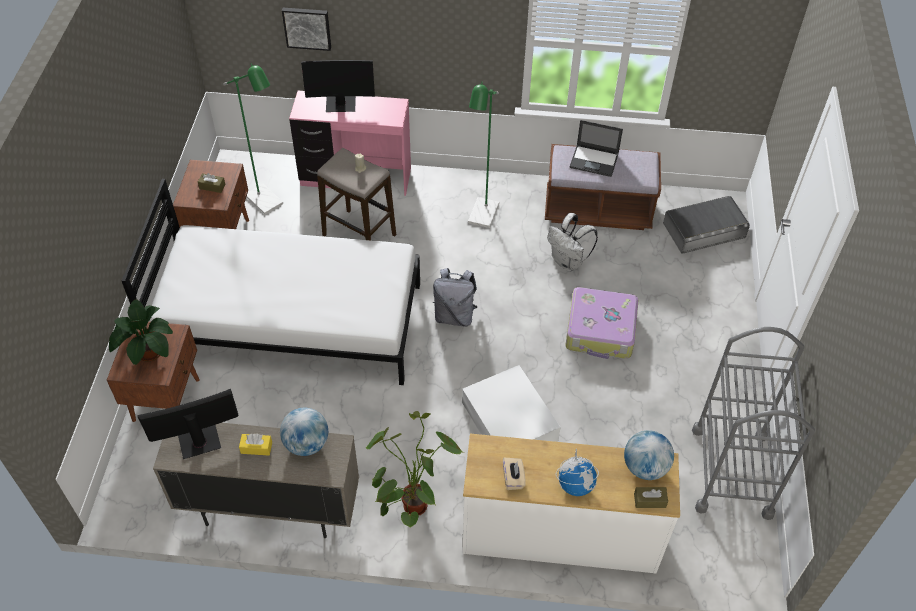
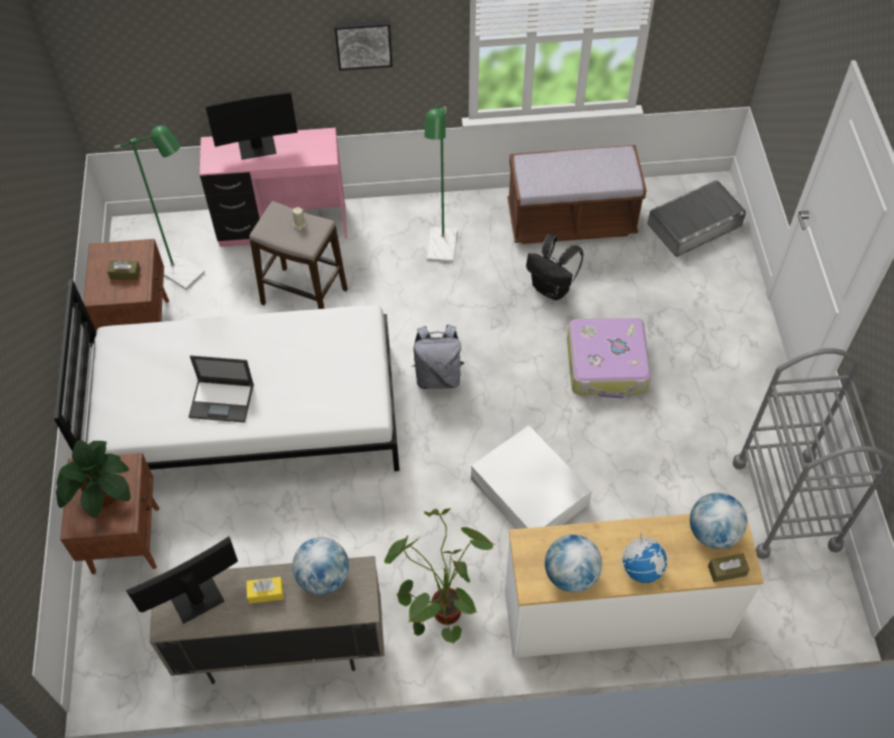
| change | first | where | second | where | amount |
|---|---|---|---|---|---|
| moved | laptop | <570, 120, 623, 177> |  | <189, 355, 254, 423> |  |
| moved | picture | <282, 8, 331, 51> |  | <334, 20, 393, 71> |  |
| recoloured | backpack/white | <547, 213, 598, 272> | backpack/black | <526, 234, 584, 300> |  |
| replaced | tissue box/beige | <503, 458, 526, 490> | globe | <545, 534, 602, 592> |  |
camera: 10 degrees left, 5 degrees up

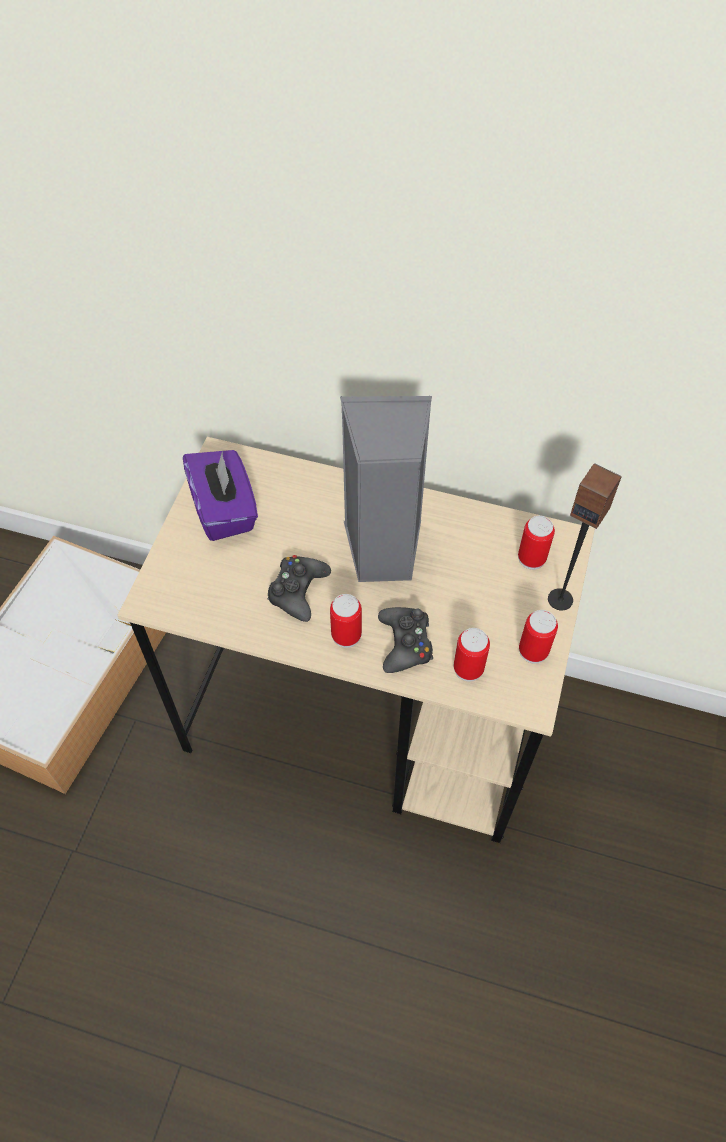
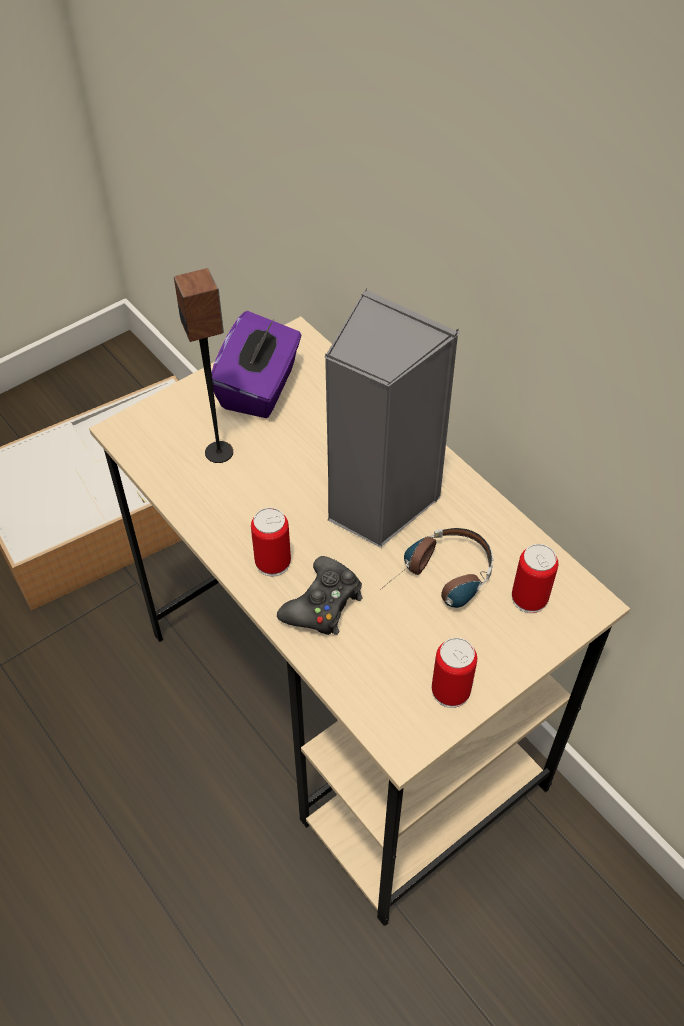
| change | first | where | second | where | amount |
|---|---|---|---|---|---|
| moved | speaker | <548, 463, 622, 611> |  | <174, 268, 233, 463> |  |
| added |  |  | headphones | <380, 528, 493, 608> |  |
| removed | game controller/black | <268, 555, 331, 622> |  |  |  |
| removed | can | <454, 628, 490, 682> |  |  |  |
camera: 35 degrees right, 5 degrees down

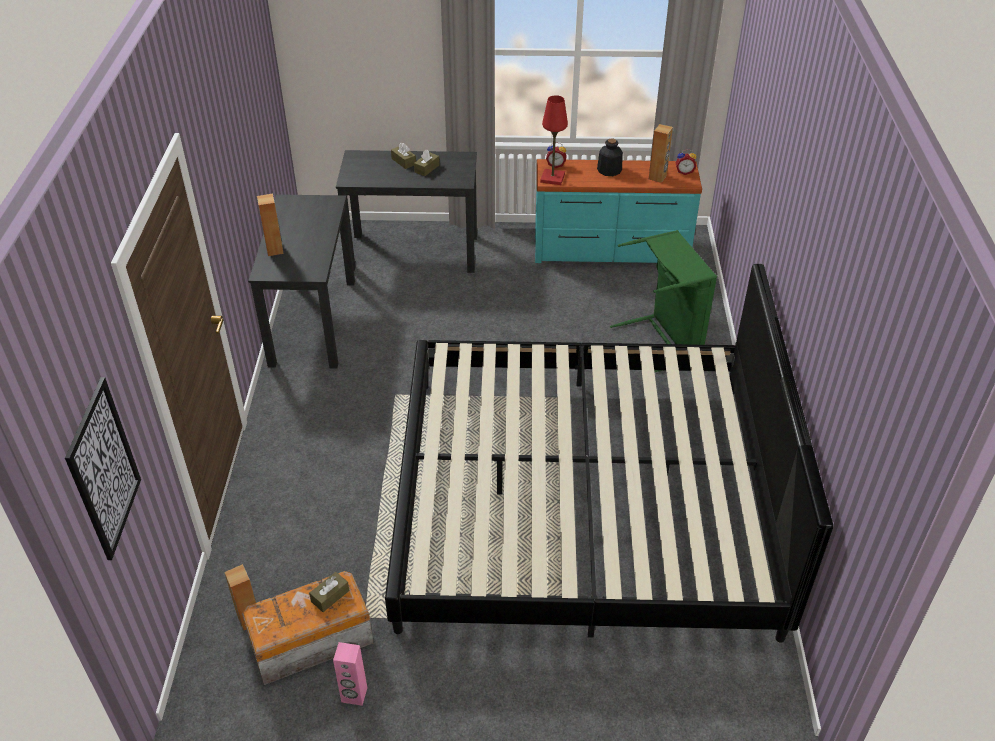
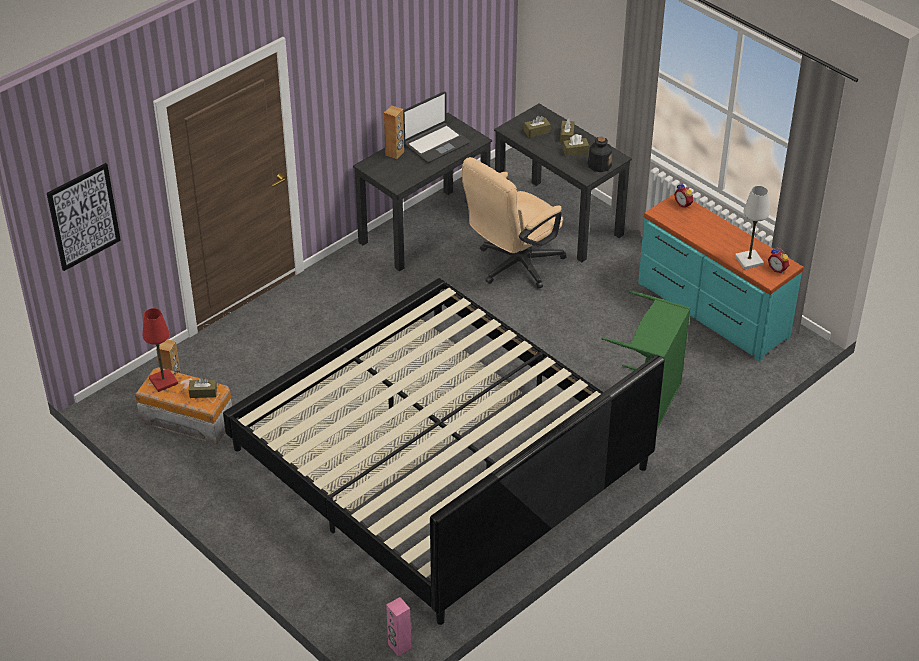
| change | first | where | second | where | amount |
|---|---|---|---|---|---|
| moved | table lamp/red | <540, 95, 568, 185> |  | <143, 308, 178, 392> |  |
| moved | speaker/pink | <333, 642, 367, 706> |  | <386, 597, 412, 656> |  |
| added |  |  | laptop | <403, 92, 470, 163> |  |
| added |  |  | office chair/beige | <462, 157, 567, 289> |  |
| added |  |  | tissue box/brown | <524, 116, 551, 138> |  |
| moved | bottle | <597, 139, 623, 176> |  | <588, 137, 612, 172> |  |
| replaced | speaker/brown | <649, 124, 673, 183> | table lamp/white | <735, 186, 770, 269> |  |
camera: 45 degrees right, 0 degrees up

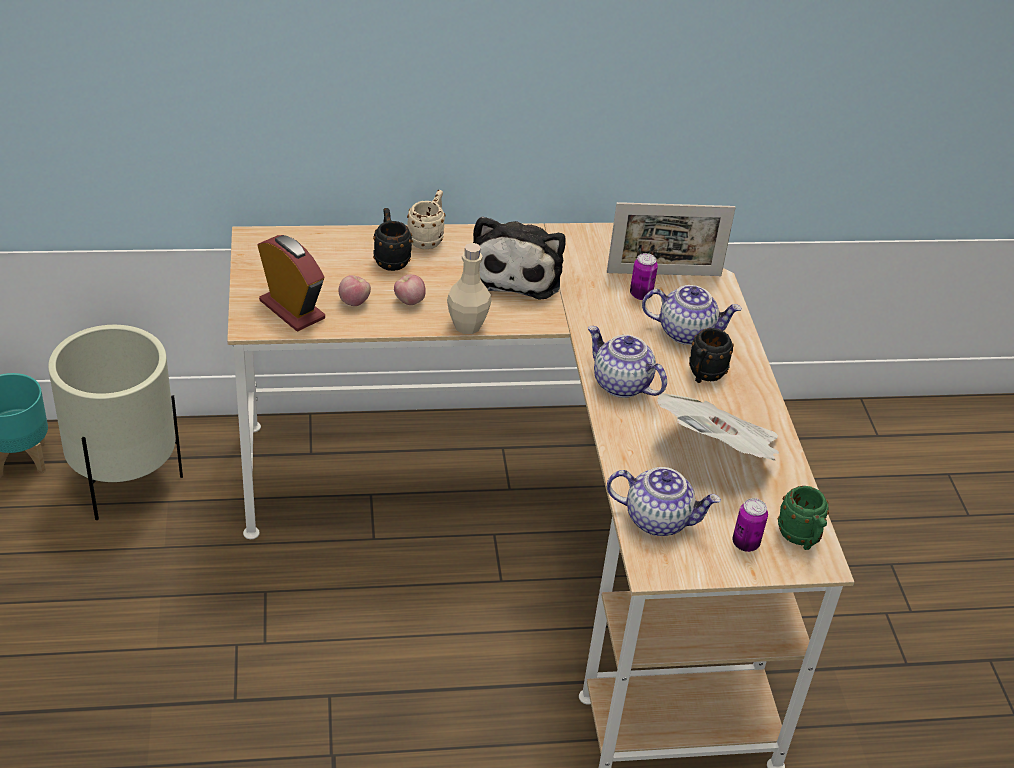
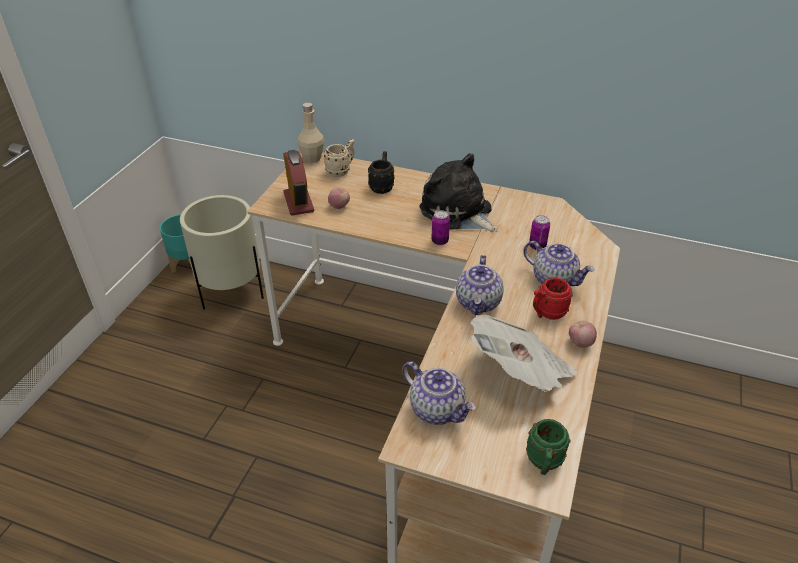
| change | first | where | second | where | amount |
|---|---|---|---|---|---|
| moved | bottle/beige | <447, 243, 492, 334> |  | <297, 103, 324, 163> |  |
| moved | mug/beige | <407, 190, 446, 249> |  | <324, 139, 354, 177> |  |
| turned | plush toy | <473, 216, 566, 300> |  | <419, 153, 498, 232> | 105 degrees clockwise |
| moved | can | <732, 498, 768, 552> |  | <431, 210, 450, 245> |  |
| turned | teapot | <588, 326, 667, 398> |  | <456, 255, 504, 315> | 150 degrees counterclockwise |
| recoloured | mug/black | <689, 328, 734, 383> | mug/red | <533, 278, 573, 320> |  |
| moved | apple | <394, 274, 426, 305> |  | <569, 321, 597, 348> |  |
| removed | picture frame | <607, 202, 736, 276> |  |  |  |
camera: 30 degrees right, 0 degrees up

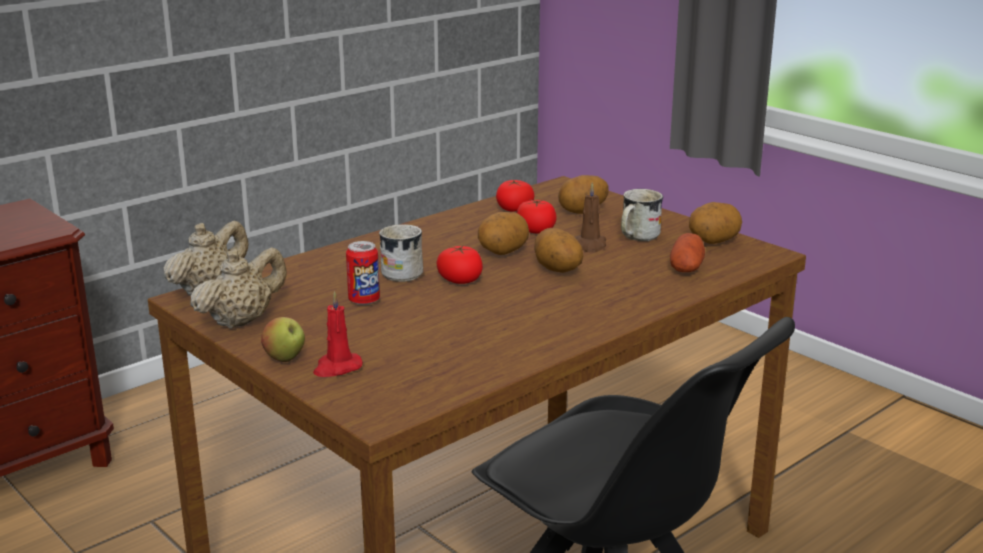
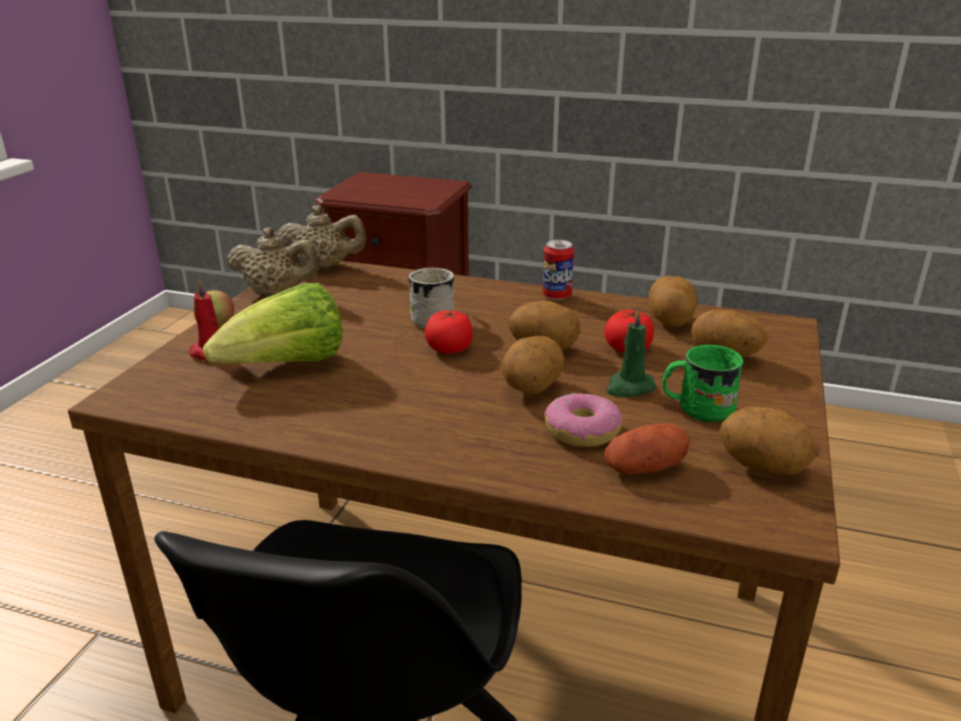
| change | first | where | second | where | amount |
|---|---|---|---|---|---|
| added |  |  | lettuce | <203, 283, 343, 363> |  |
| moved | can | <346, 241, 380, 305> |  | <542, 240, 574, 300> |  |
| added |  |  | donut | <544, 393, 623, 447> |  |
| recoloured | candle/brown | <575, 183, 606, 253> | candle/green | <606, 309, 656, 397> |  |
| replaced | tomato | <496, 180, 534, 212> | potato | <649, 276, 698, 327> |  |
| recoloured | mug/white | <621, 189, 663, 242> | mug/green | <662, 345, 744, 422> |  |
camera: 60 degrees right, 5 degrees up

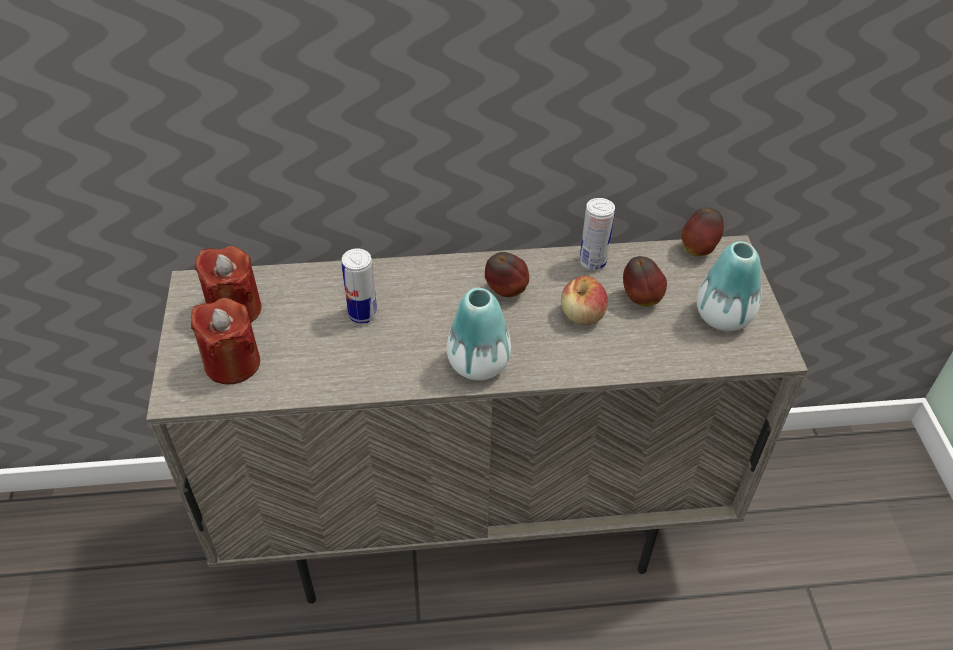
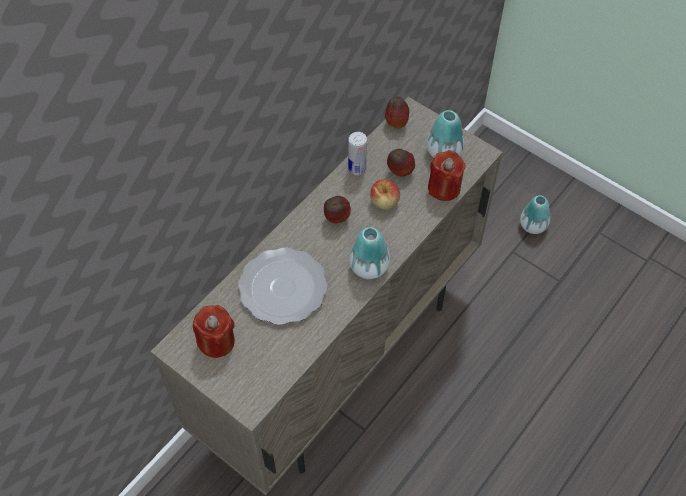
| change | first | where | second | where | amount |
|---|---|---|---|---|---|
| replaced | can | <341, 248, 377, 324> | plate | <238, 247, 327, 325> |  |
| moved | candle/red | <191, 298, 260, 384> |  | <428, 150, 466, 201> |  |
| added |  |  | vase | <520, 195, 550, 234> |  |
camera: 45 degrees left, 10 degrees up

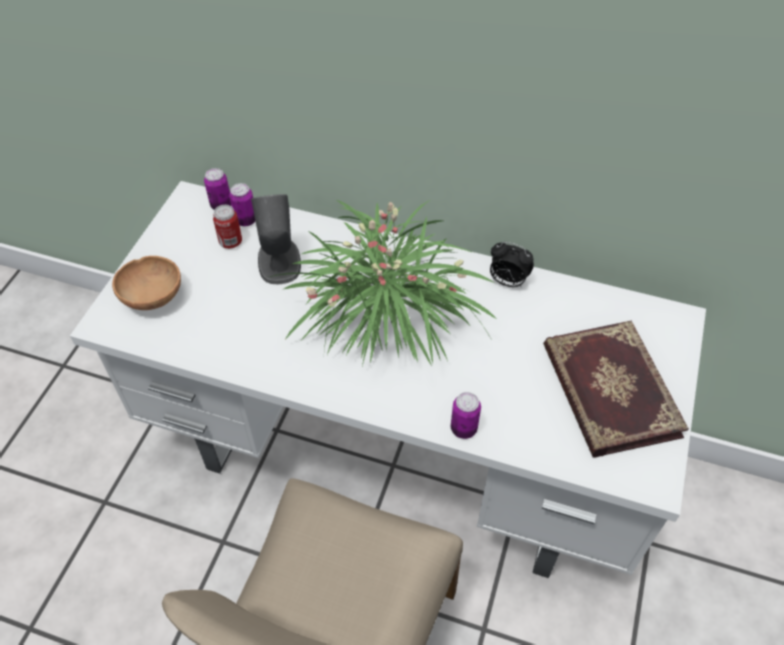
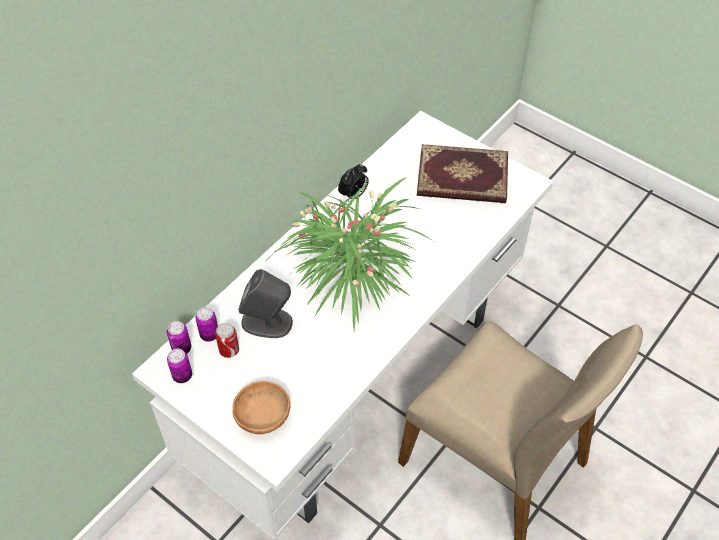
| change | first | where | second | where | amount |
|---|---|---|---|---|---|
| moved | can | <451, 392, 481, 439> |  | <167, 349, 192, 383> |  |
camera: 70 degrees left, 0 degrees up

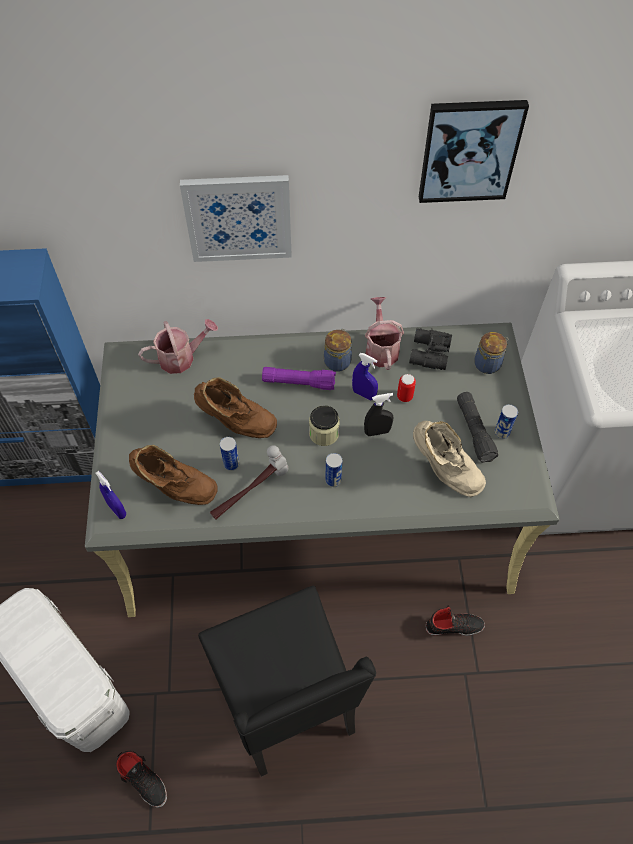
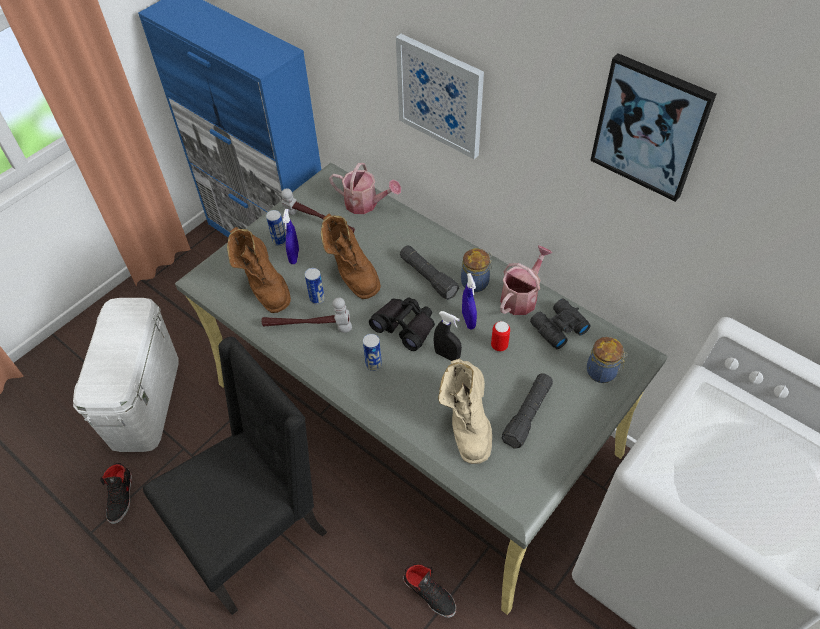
| change | first | where | second | where | amount |
|---|---|---|---|---|---|
| turned | chair/black | <198, 586, 376, 777> |  | <143, 337, 327, 615> | 150 degrees counterclockwise |
| moved | can | <495, 404, 518, 439> |  | <266, 210, 286, 246> |  |
| added |  |  | hammer | <281, 188, 355, 233> |  |
| moved | spray bottle/blue | <96, 471, 126, 519> |  | <283, 209, 299, 264> |  |
| replaced | jar | <309, 406, 340, 446> | binoculars/black | <369, 298, 435, 351> |  |
| recoloured | flashlight/purple | <262, 367, 336, 390> | flashlight/black | <400, 246, 459, 300> |  |
camera: 45 degrees right, 5 degrees down

